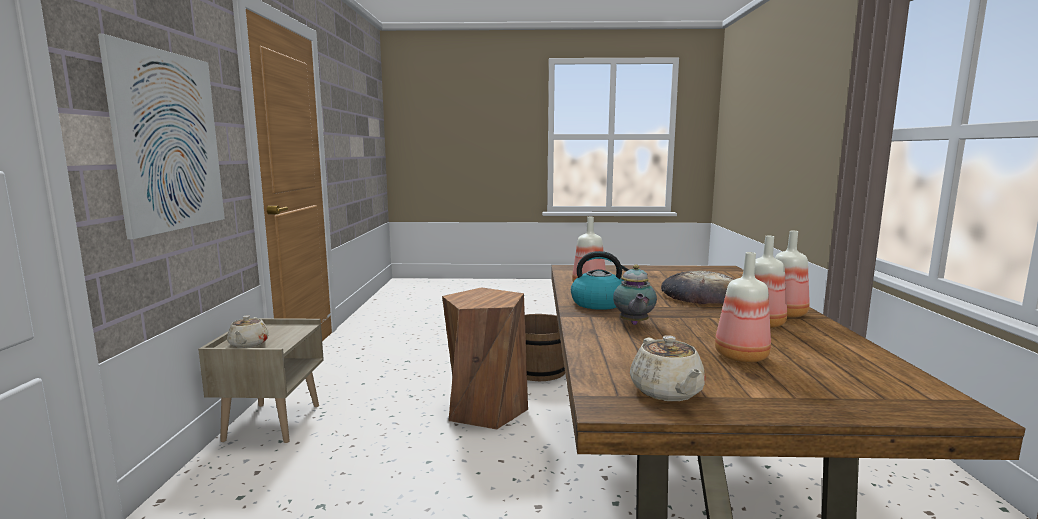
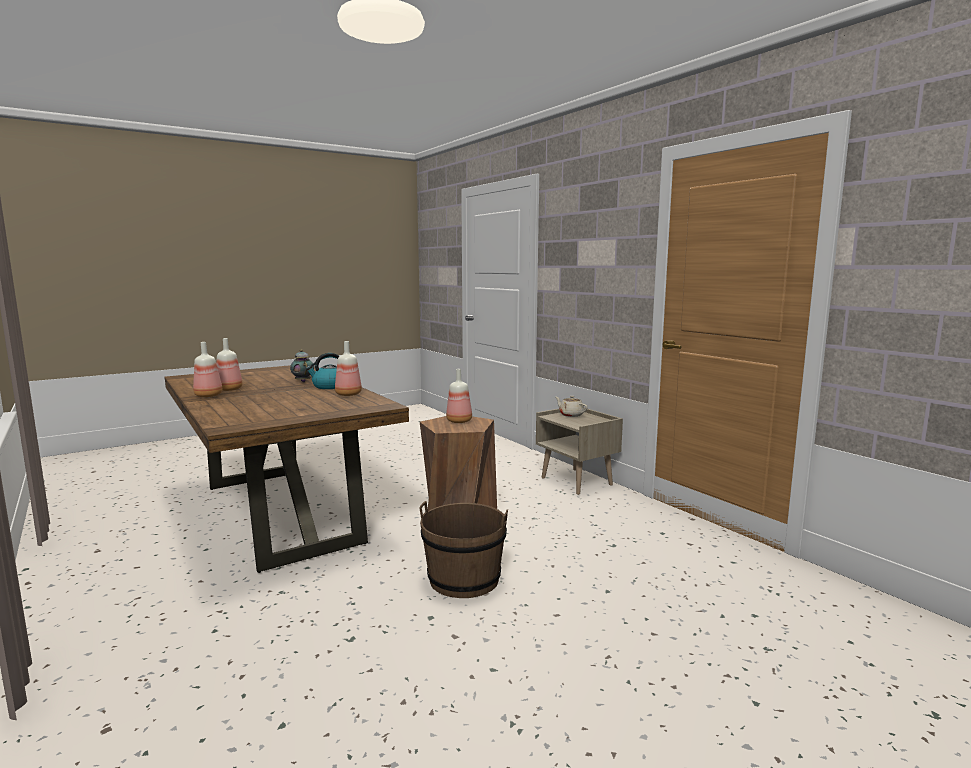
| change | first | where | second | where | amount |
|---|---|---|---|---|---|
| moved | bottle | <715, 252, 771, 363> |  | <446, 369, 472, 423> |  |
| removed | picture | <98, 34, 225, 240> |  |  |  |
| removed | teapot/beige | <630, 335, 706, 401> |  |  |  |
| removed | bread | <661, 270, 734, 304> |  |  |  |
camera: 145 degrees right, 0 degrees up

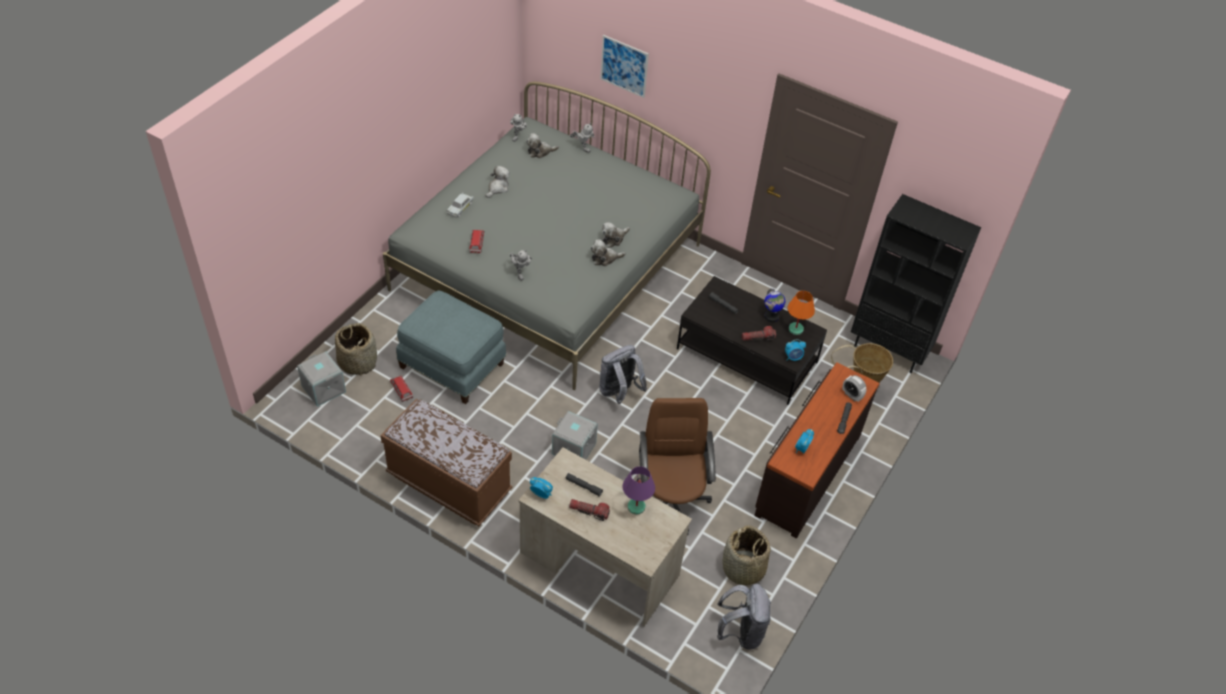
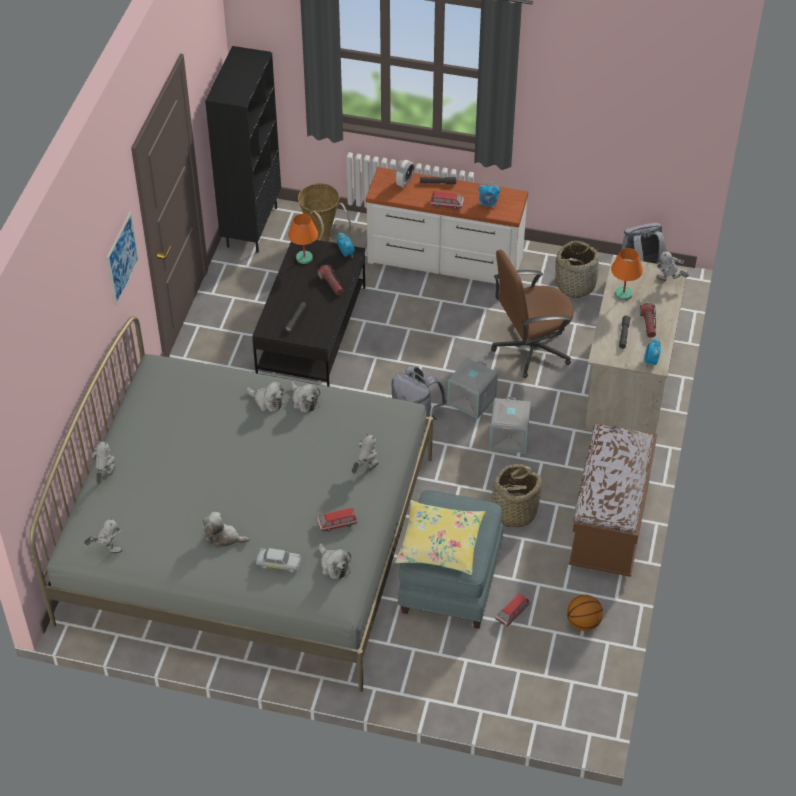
| change | first | where | second | where | amount |
|---|---|---|---|---|---|
| moved | picture | <600, 35, 649, 98> |  | <107, 211, 139, 306> |  |
| moved | plush toy | <526, 133, 559, 158> |  | <319, 543, 351, 580> |  |
| recoloured | dresser/brown | <754, 362, 880, 538> | dresser/white | <366, 167, 528, 284> |  |
| added |  |  | pillow/yellow | <395, 500, 485, 575> |  |
| added |  |  | toy car | <430, 191, 464, 209> |  |
| moved | storage box/grey | <297, 351, 346, 407> |  | <447, 358, 498, 419> |  |
| moved | basket | <335, 323, 377, 376> |  | <491, 464, 542, 527> |  |
| added |  |  | basketball | <567, 595, 603, 631> |  |
| recoloured | table lamp/purple | <623, 466, 655, 515> | table lamp/orange | <611, 248, 643, 300> |  |
| added |  |  | toy robot | <656, 249, 689, 281> |  |
| removed | globe | <764, 289, 785, 322> |  |  |  |
camera: 105 degrees left, 0 degrees up

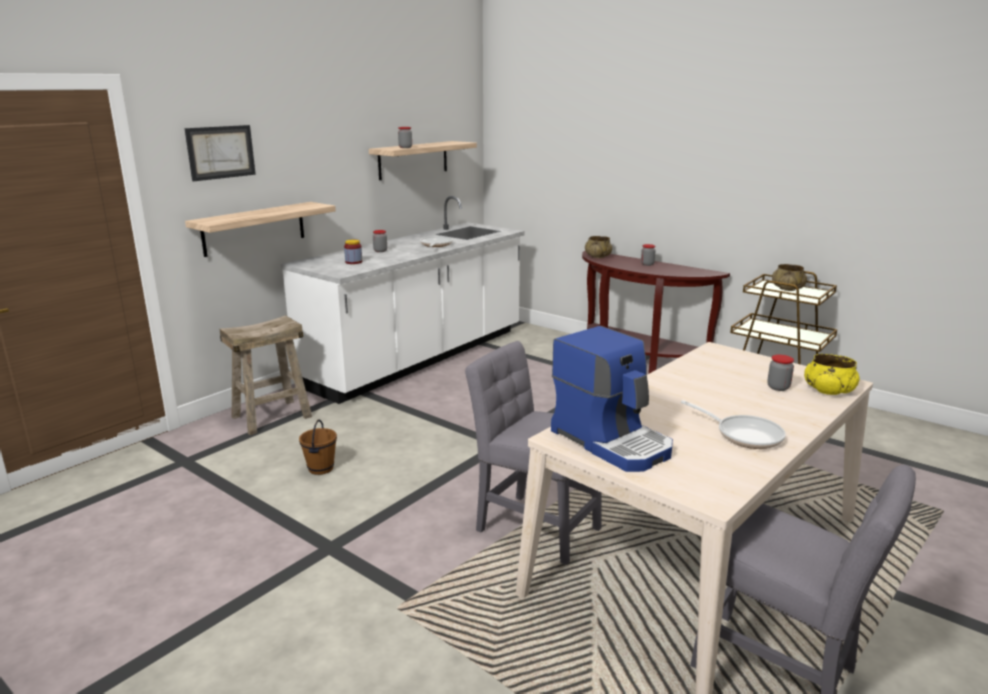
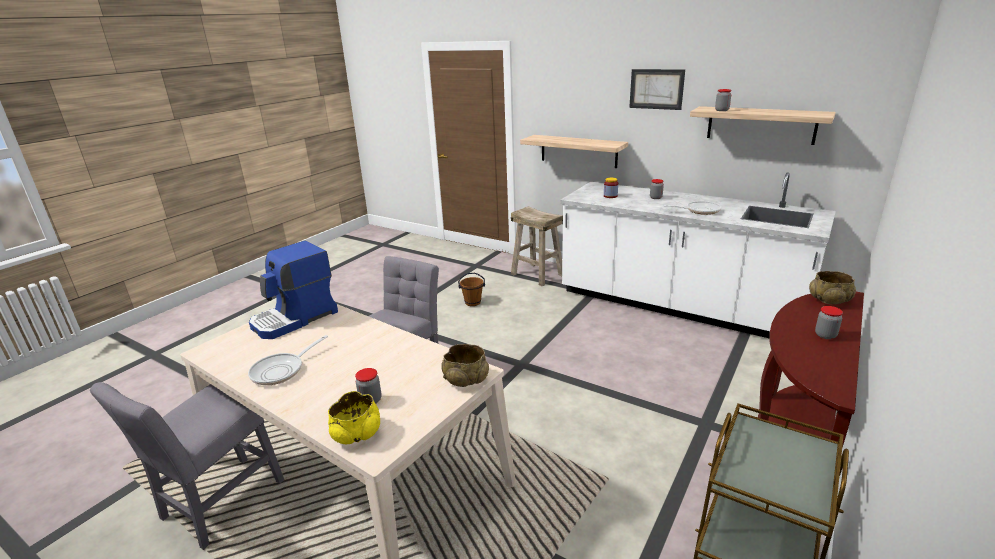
| change | first | where | second | where | amount |
|---|---|---|---|---|---|
| moved | bowl/beige | <772, 264, 807, 291> |  | <441, 344, 489, 387> |  |
| moved | picture | <184, 125, 256, 181> |  | <629, 69, 685, 110> |  |
camera: 85 degrees right, 5 degrees up

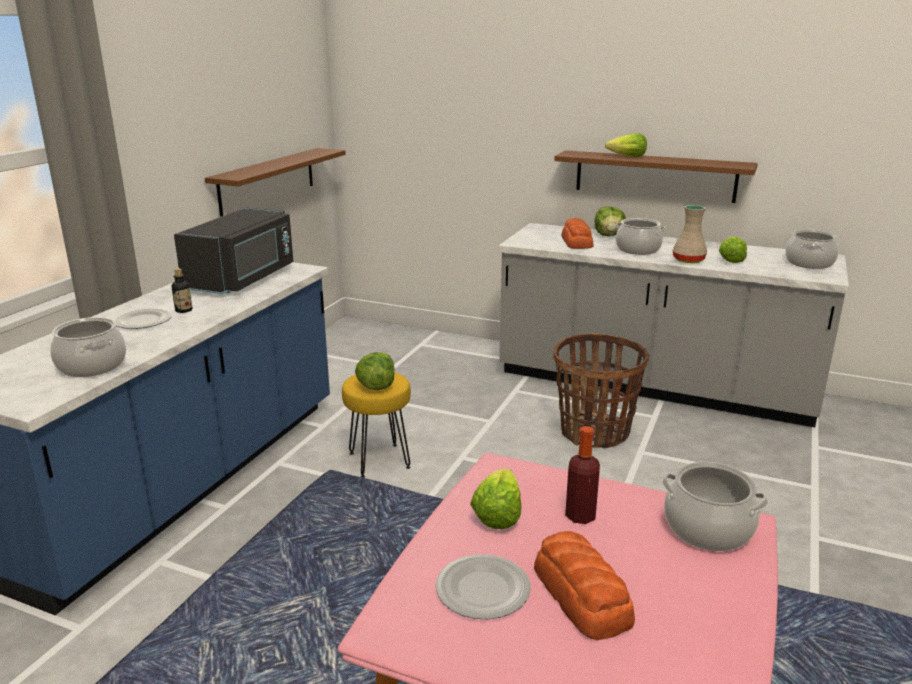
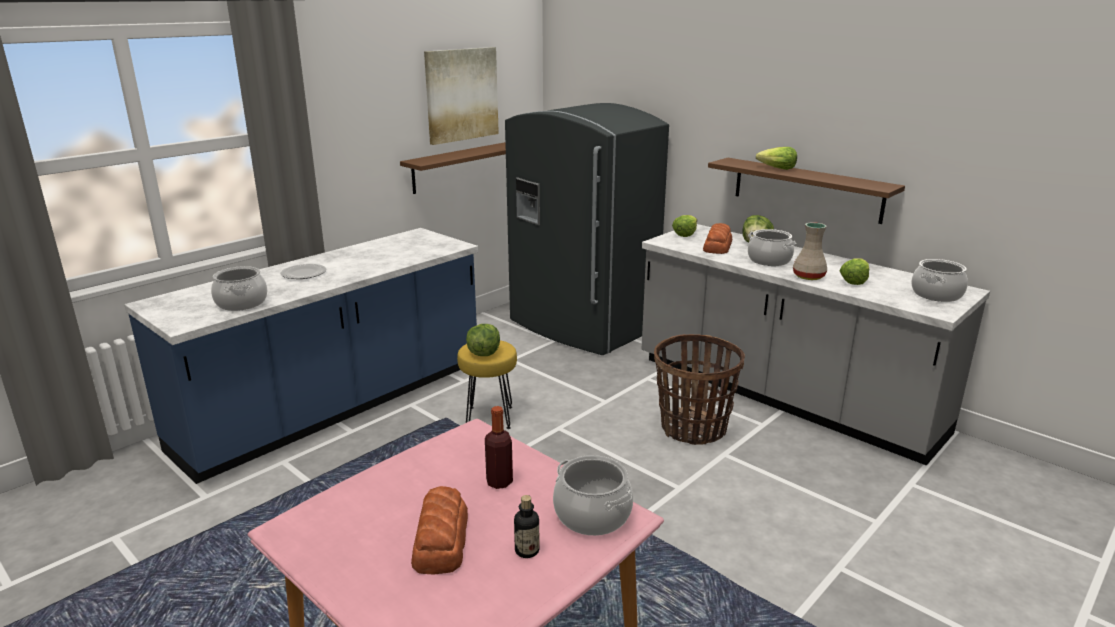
| change | first | where | second | where | amount |
|---|---|---|---|---|---|
| added |  |  | picture | <424, 47, 499, 145> |  |
| added |  |  | fridge/grey | <505, 103, 669, 355> |  |
| moved | bottle | <172, 268, 192, 313> |  | <514, 495, 540, 558> |  |
| moved | lettuce | <470, 468, 521, 529> |  | <672, 215, 697, 237> |  |
| removed | microwave/black | <174, 207, 293, 294> |  |  |  |
| removed | plate | <435, 554, 531, 619> |  |  |  |
camera: 20 degrees right, 0 degrees up

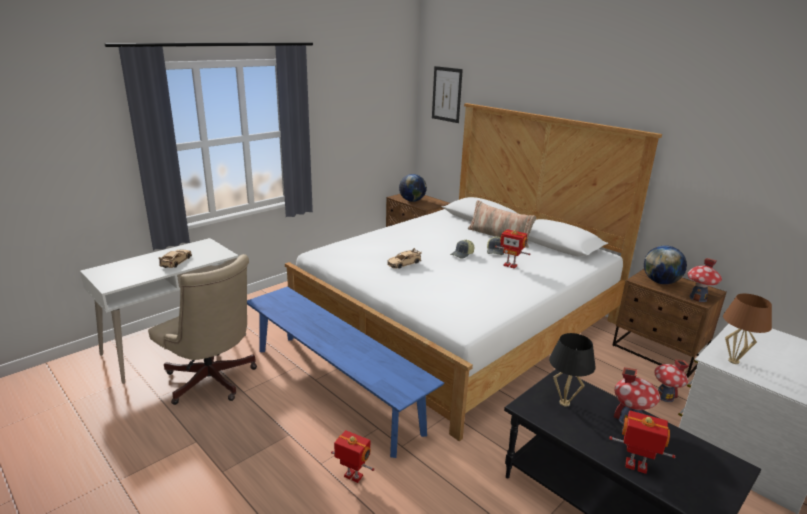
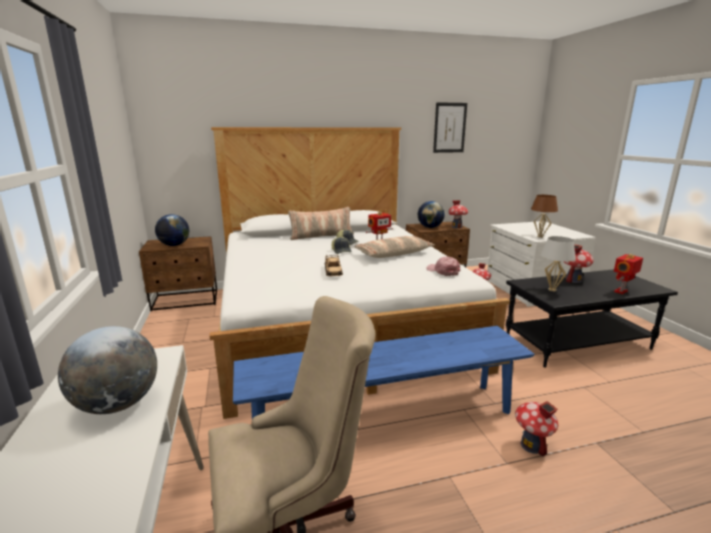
| change | first | where | second | where | amount |
|---|---|---|---|---|---|
| replaced | toy car/beige | <159, 250, 192, 268> | globe | <58, 326, 157, 414> |  |
| added |  |  | pillow | <354, 236, 435, 258> |  |
| added |  |  | cap/pink | <427, 256, 460, 276> |  |
| moved | picture | <432, 66, 463, 123> |  | <433, 102, 467, 153> |  |
| replaced | toy robot | <331, 430, 375, 483> | toy house | <515, 401, 558, 456> |  |
| recoloured | table lamp/black | <549, 333, 596, 407> | table lamp/white | <540, 236, 576, 291> |  |
camera: 60 degrees left, 5 degrees down

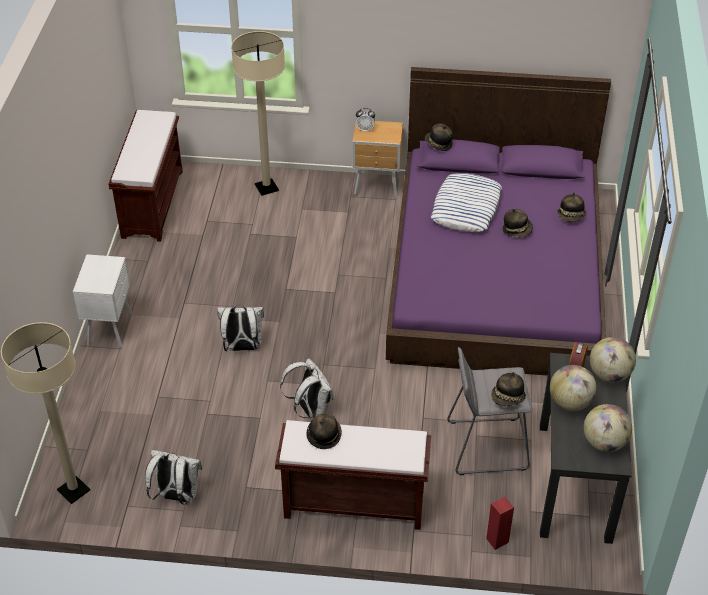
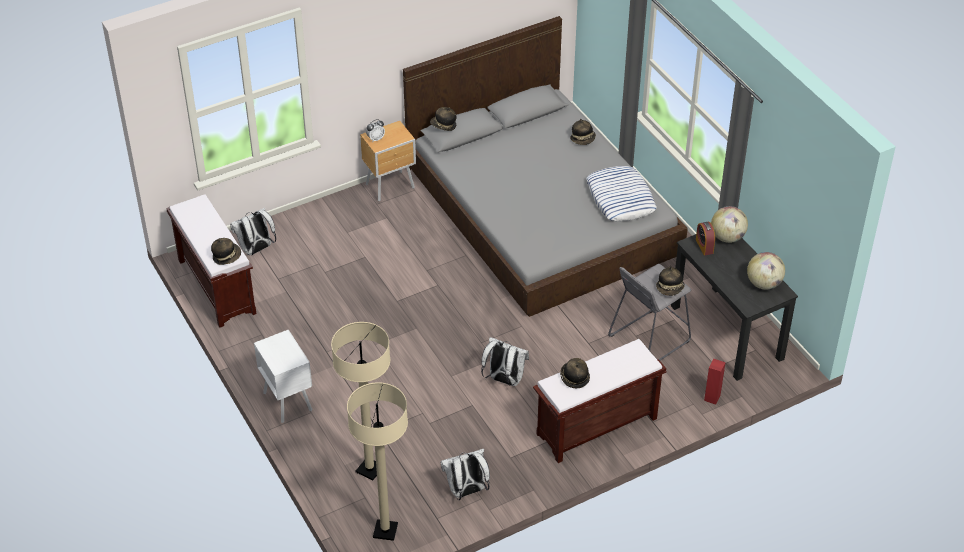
| change | first | where | second | where | amount |
|---|---|---|---|---|---|
| moved | hat | <503, 209, 533, 238> |  | <211, 238, 241, 265> |  |
| moved | backpack/white | <217, 305, 264, 351> |  | <230, 208, 276, 255> |  |
| moved | floor lamp/beige | <231, 31, 285, 196> |  | <331, 322, 390, 481> |  |
| recoloured | bed/purple | <386, 67, 611, 376> | bed/grey | <403, 16, 688, 317> |  |
| moved | pillow | <431, 173, 502, 232> |  | <586, 166, 657, 221> |  |
| removed | globe | <550, 365, 597, 411> |  |  |  |
camera: 35 degrees left, 0 degrees up

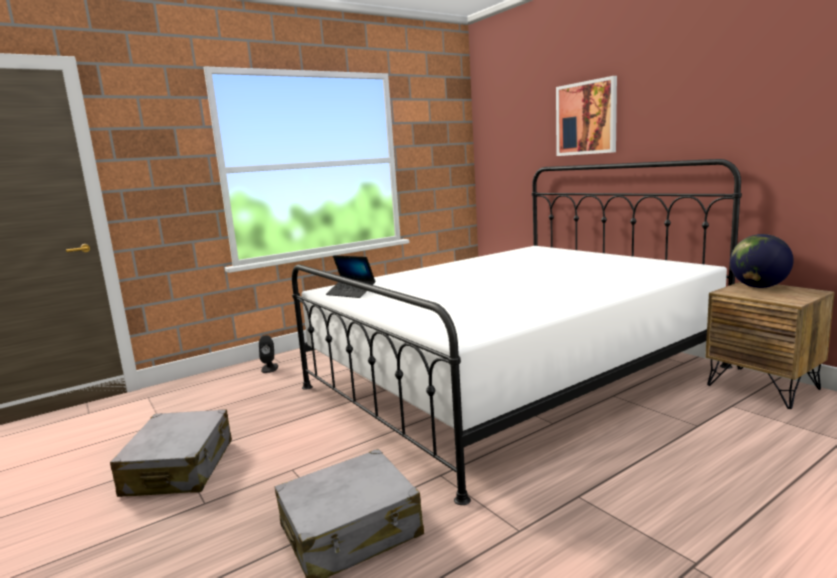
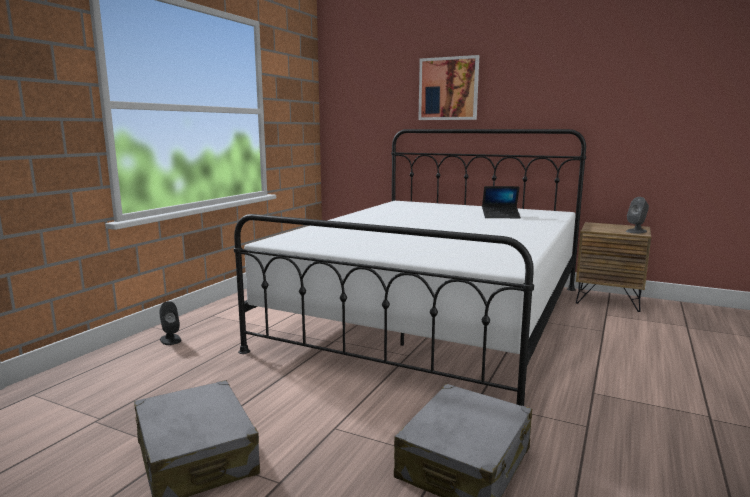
| change | first | where | second | where | amount |
|---|---|---|---|---|---|
| moved | laptop | <326, 255, 375, 298> |  | <482, 186, 521, 218> |  |
| added |  |  | speaker/grey | <626, 197, 649, 234> |  |
| removed | globe | <730, 234, 793, 288> |  |  |  |
camera: 30 degrees left, 0 degrees up

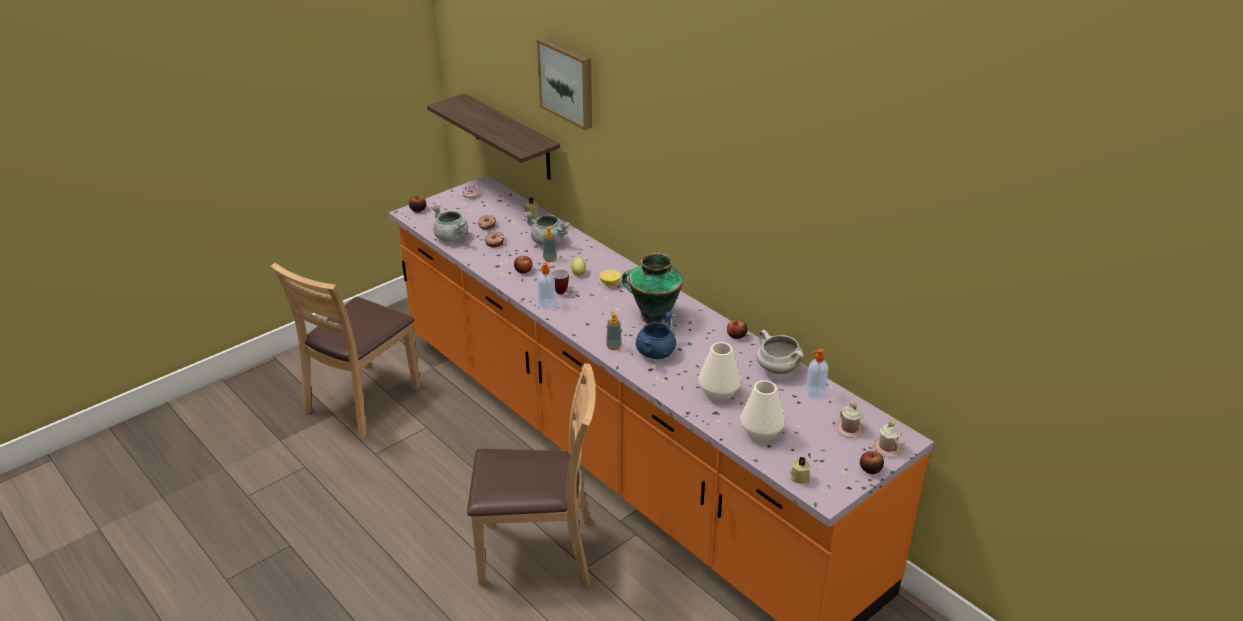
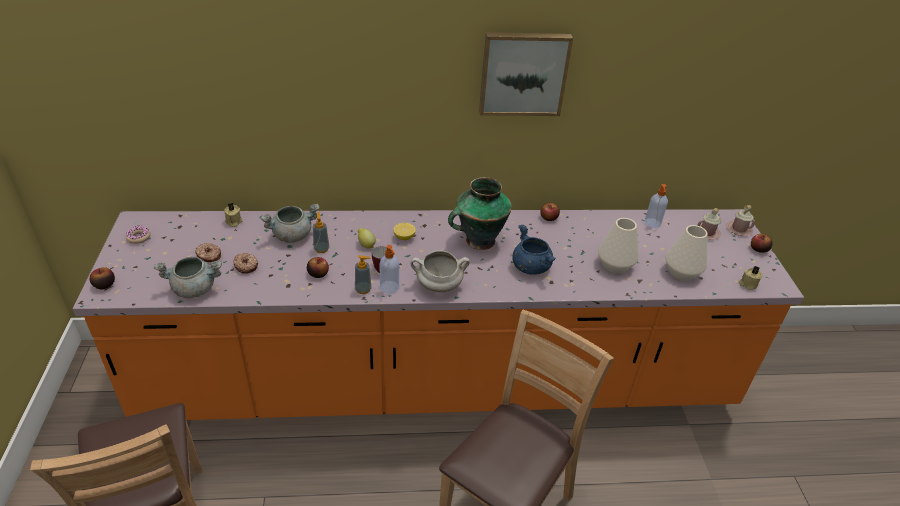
| change | first | where | second | where | amount |
|---|---|---|---|---|---|
| moved | soap dispenser | <606, 311, 622, 350> |  | <355, 255, 371, 294> |  |
| moved | cooking pot/white | <756, 330, 804, 374> |  | <411, 250, 470, 292> |  |
| moved | picture | <537, 38, 592, 130> |  | <479, 32, 573, 116> |  |
| removed | shelf | <427, 93, 560, 180> |  |  |  |
camera: 55 degrees left, 5 degrees up

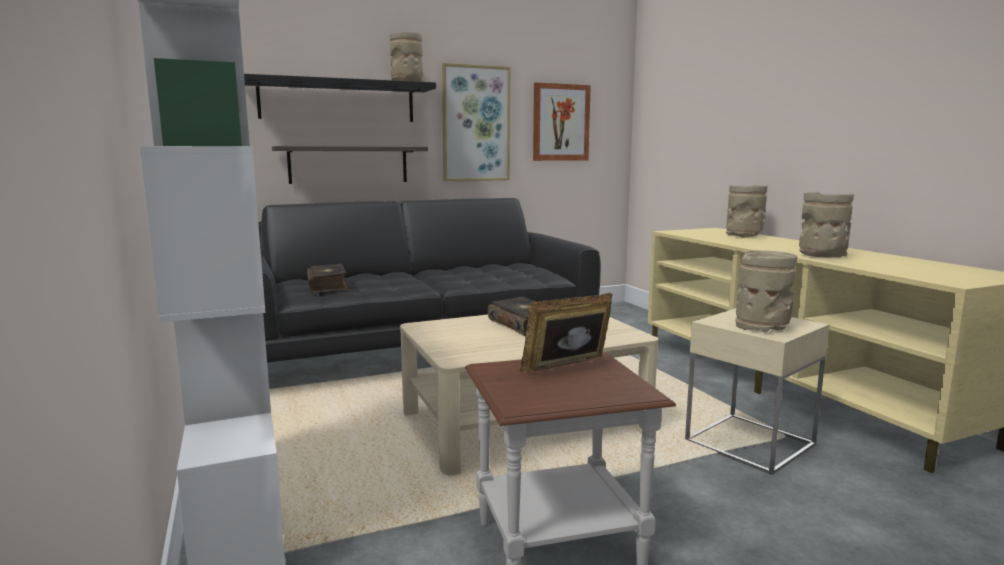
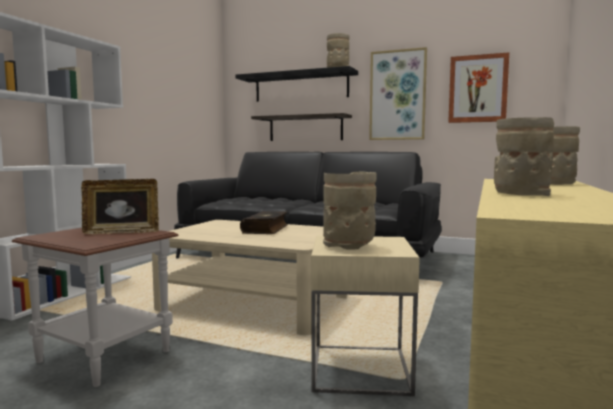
| change | first | where | second | where | amount |
|---|---|---|---|---|---|
| turned | picture frame | <520, 293, 613, 372> |  | <81, 179, 159, 234> | 150 degrees clockwise |
| removed | book | <307, 264, 348, 293> |  |  |  |
camera: 45 degrees right, 5 degrees down

